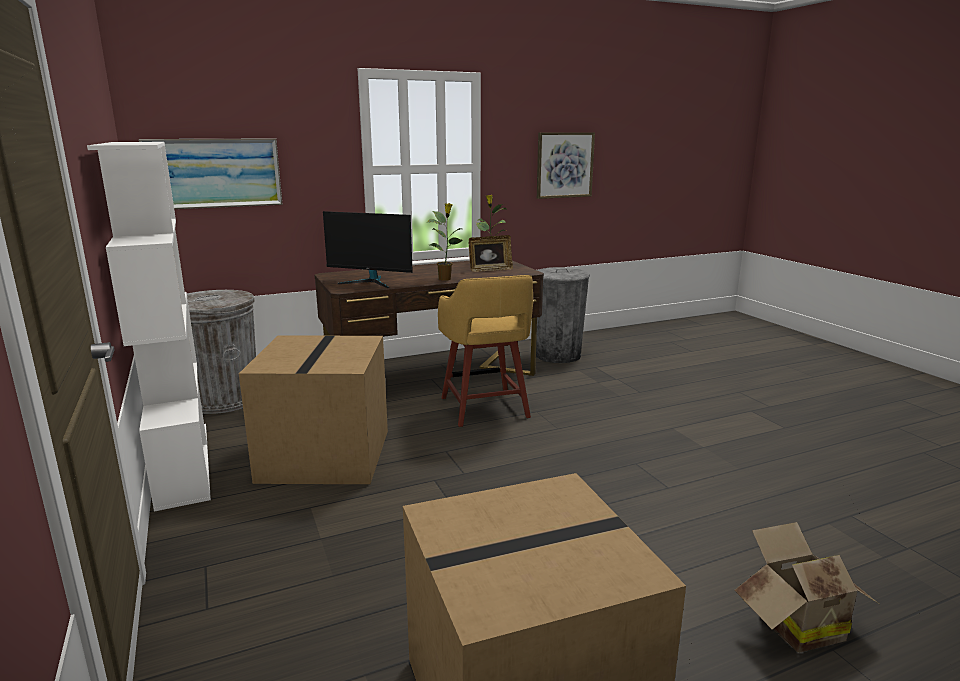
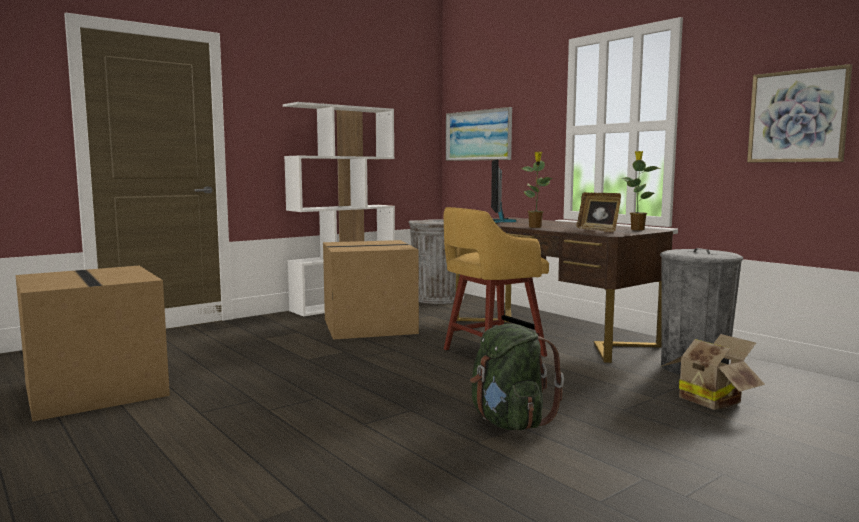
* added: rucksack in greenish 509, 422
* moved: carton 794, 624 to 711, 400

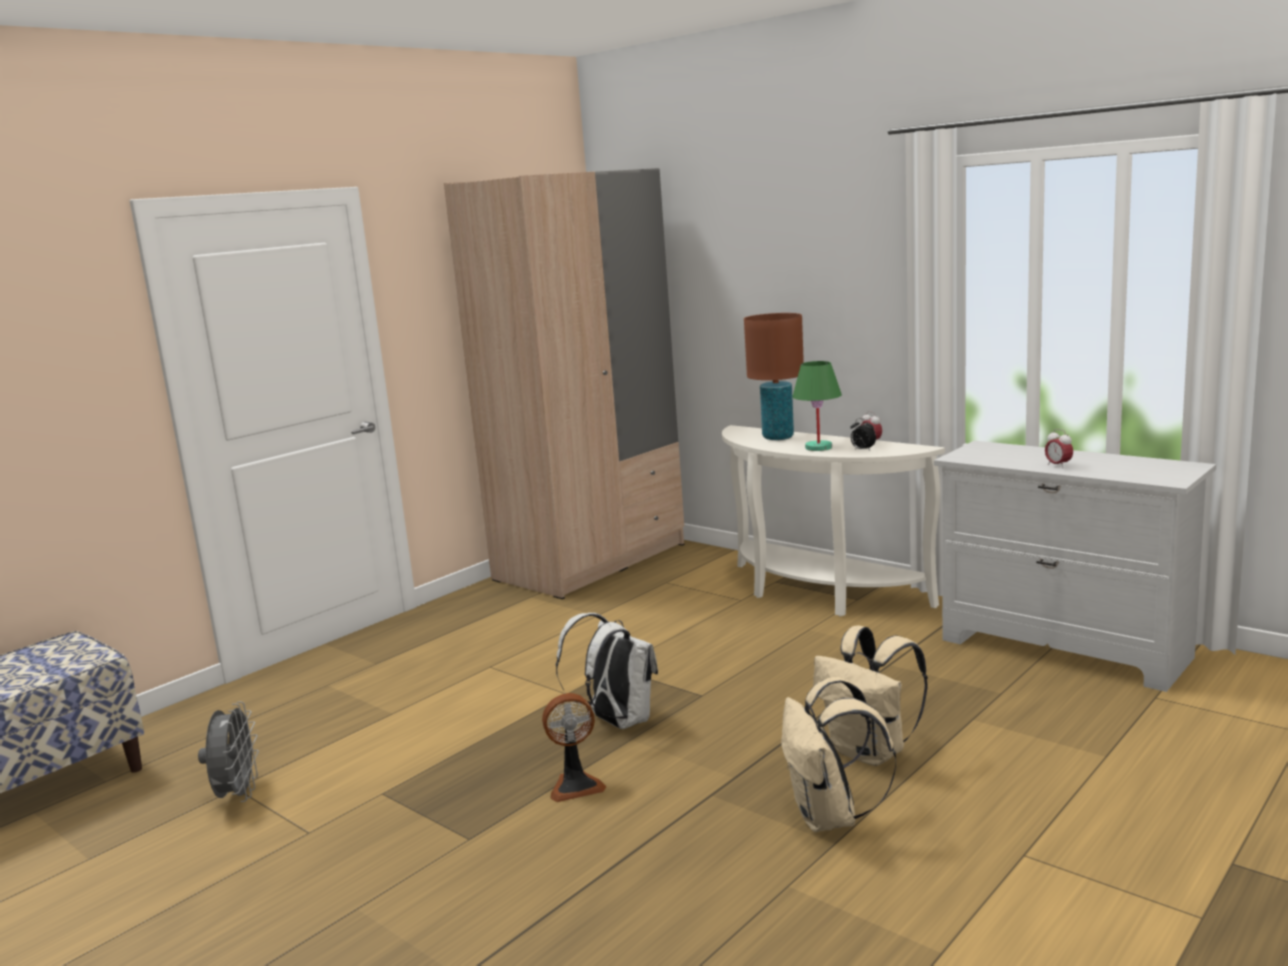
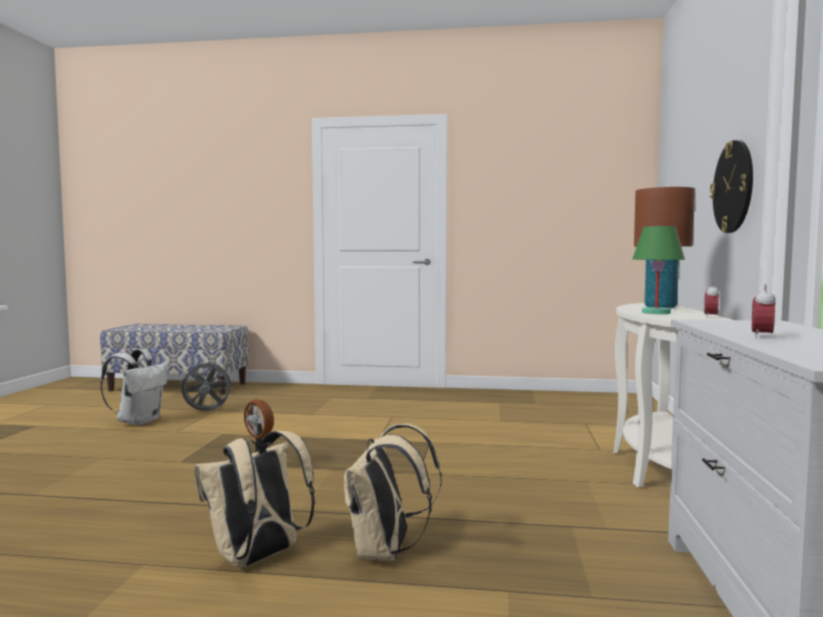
* removed: clothes cupboard in beige 591, 562
* removed: table clock 862, 450
* added: hanging clock 733, 187
* moved: rucksack in white-coloured 616, 721 to 139, 421
* turned: electric fan in gray 237, 795 = 207, 412 150 degrees counterclockwise

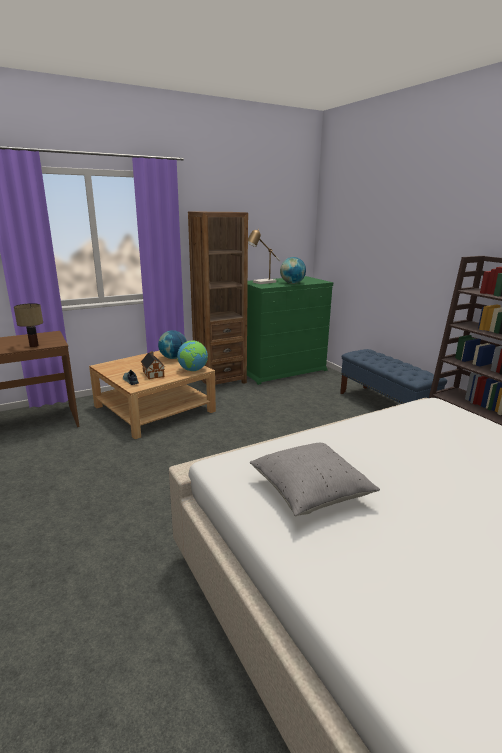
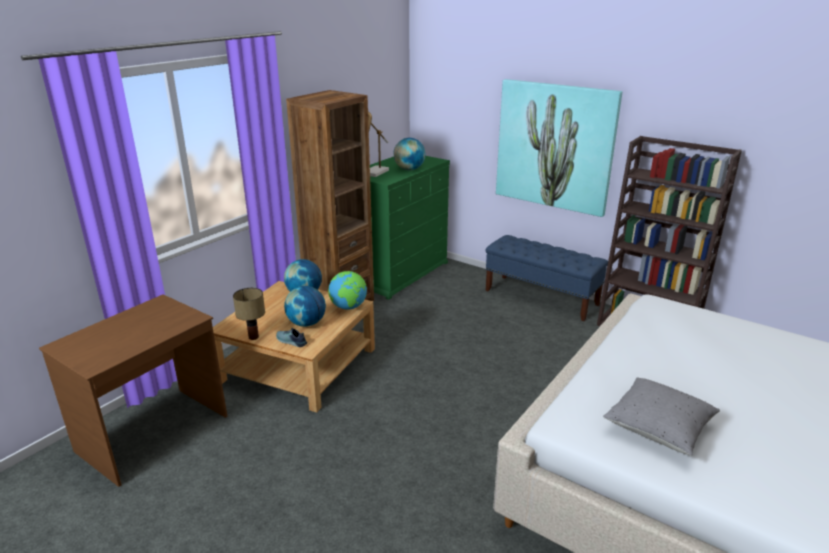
* added: picture 555, 146
* moved: lamp for a table 34, 345 to 253, 337
* replaced: model house 153, 373 to world globe 306, 323

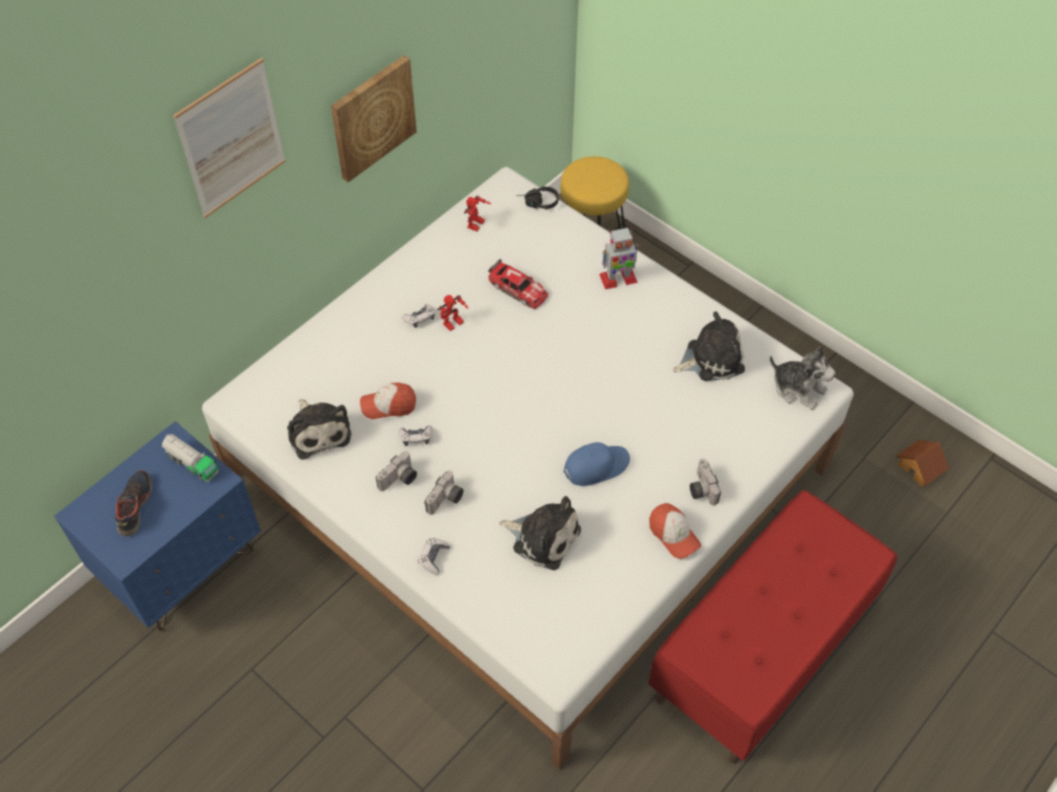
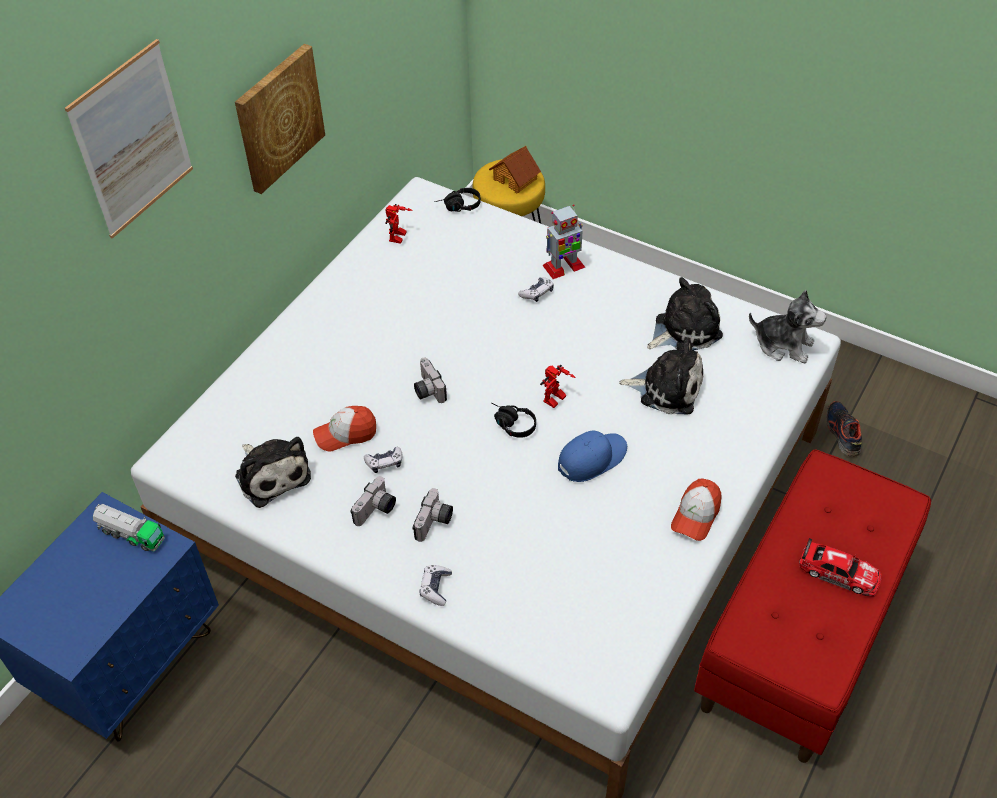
* added: pair of headphones in black-coloured 510, 424
* moved: low shoe 134, 506 to 842, 433
* moved: joypad 419, 318 to 537, 293
* moved: robot figure 453, 325 to 556, 401
* moved: model car 518, 289 to 839, 572
* moved: soft toy 543, 537 to 666, 388
* moved: photo camera 700, 489 to 427, 390
* moved: model house 920, 467 to 515, 178
* turned: cap 673, 534 = 696, 515 75 degrees clockwise

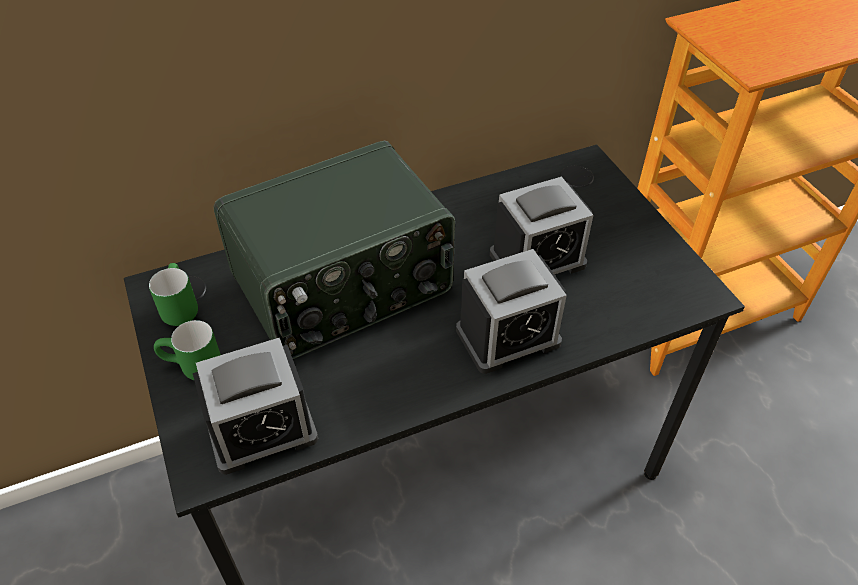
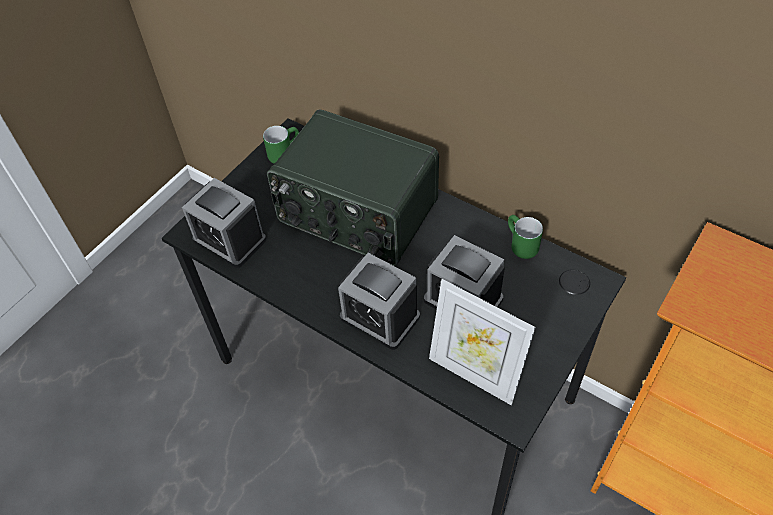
* added: standing frame 474, 373
* moved: mug in greenish 192, 369 to 519, 245

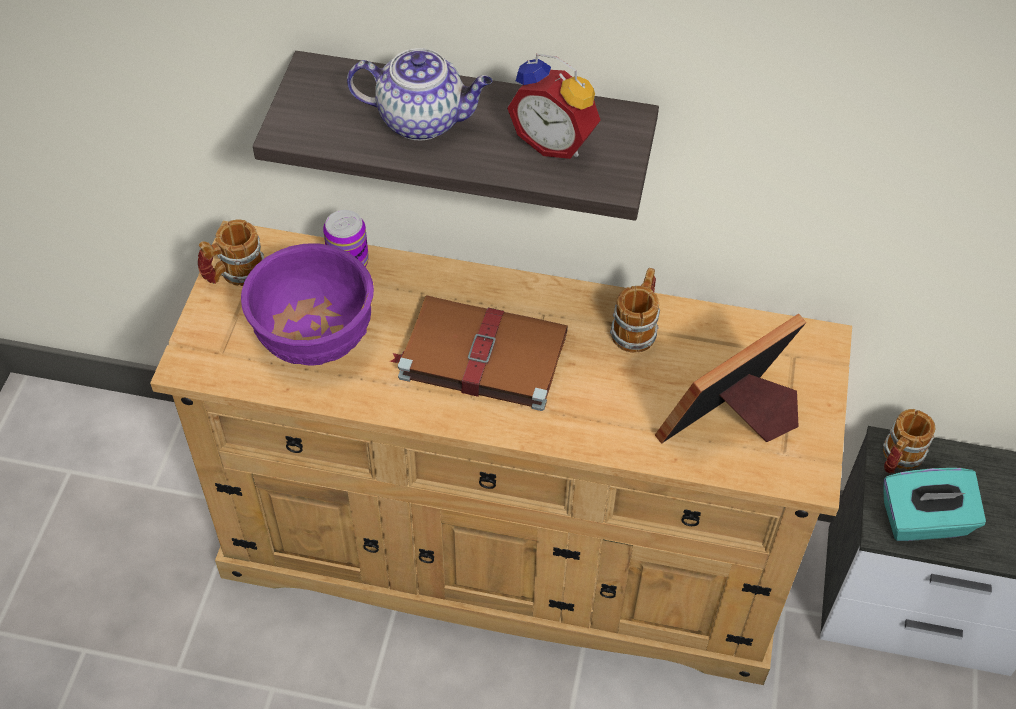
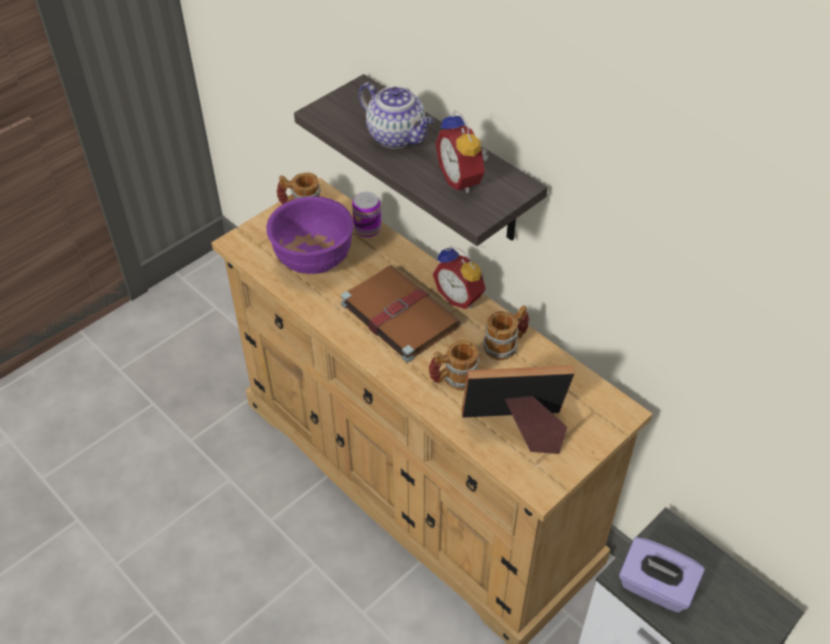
* added: table clock 460, 297
* moved: mug 898, 458 to 453, 379
* recoloured: tissue box in blue-green 924, 521 to tissue box in purplish 655, 587

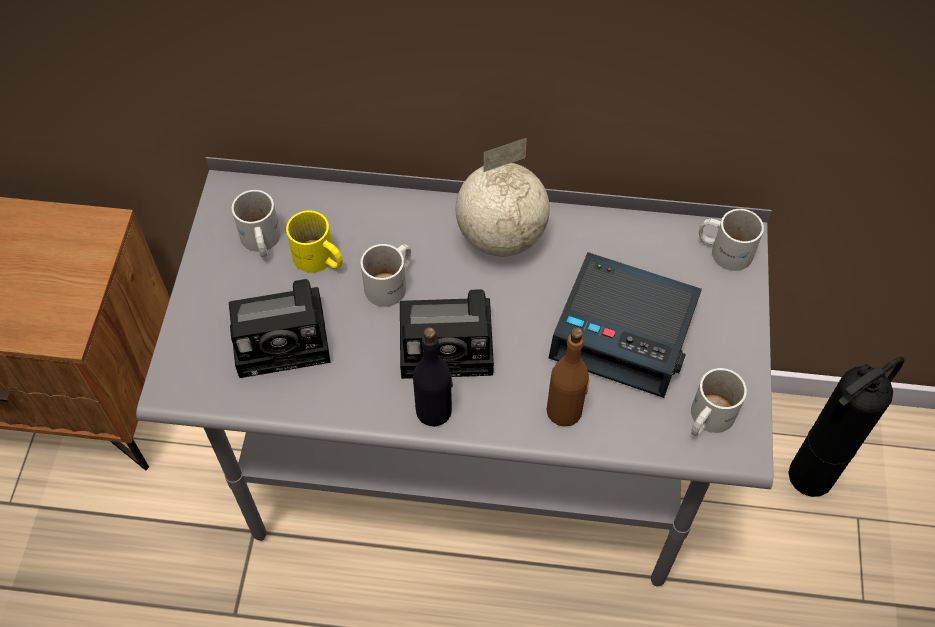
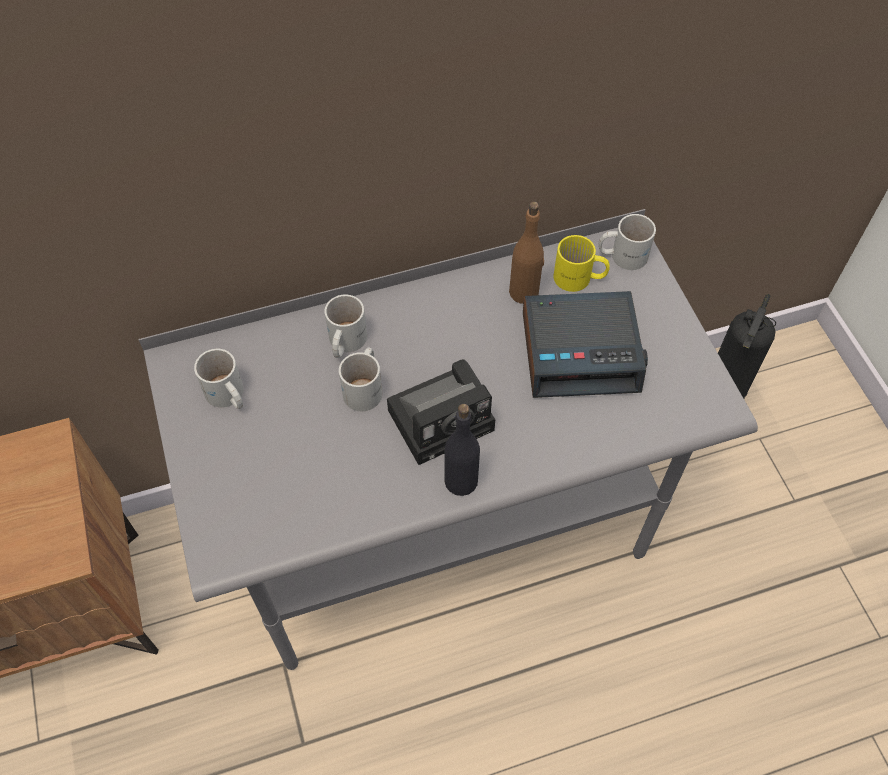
* removed: photo camera 285, 336
* removed: world globe 500, 236
* moved: mug in yellow 318, 260 to 579, 279
* moved: beverage bottle in brownish 565, 411 to 524, 292
* moved: mug in white-coloured 706, 418 to 344, 342

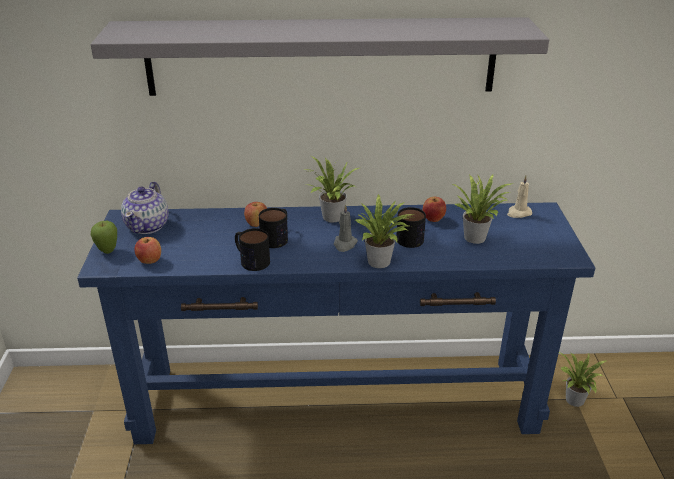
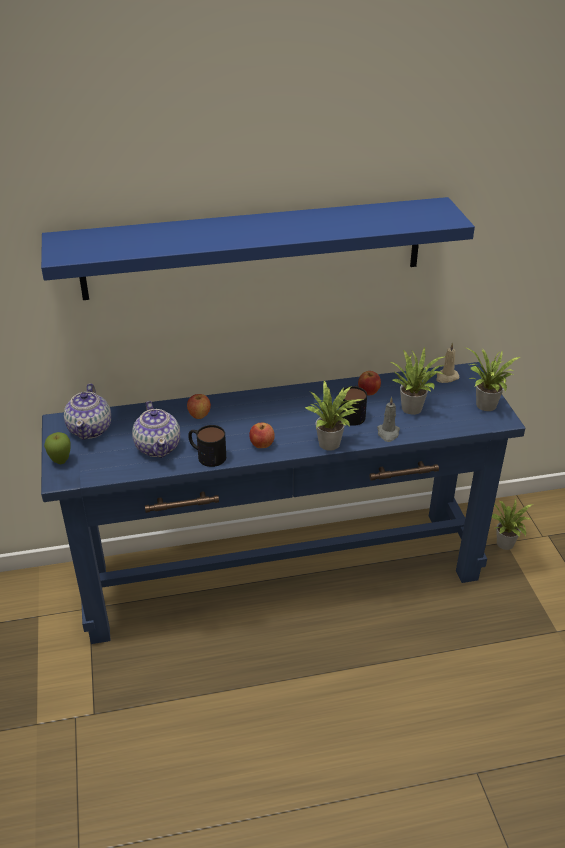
* removed: mug 277, 237
* added: tea pot 158, 447
* moved: apple 149, 261 to 262, 445
* moved: plant in a pot 330, 218 to 485, 406
* moved: candle in gray 344, 244 to 388, 433
* recoloured: wall shelf in gray 321, 56 to wall shelf in blue 253, 248

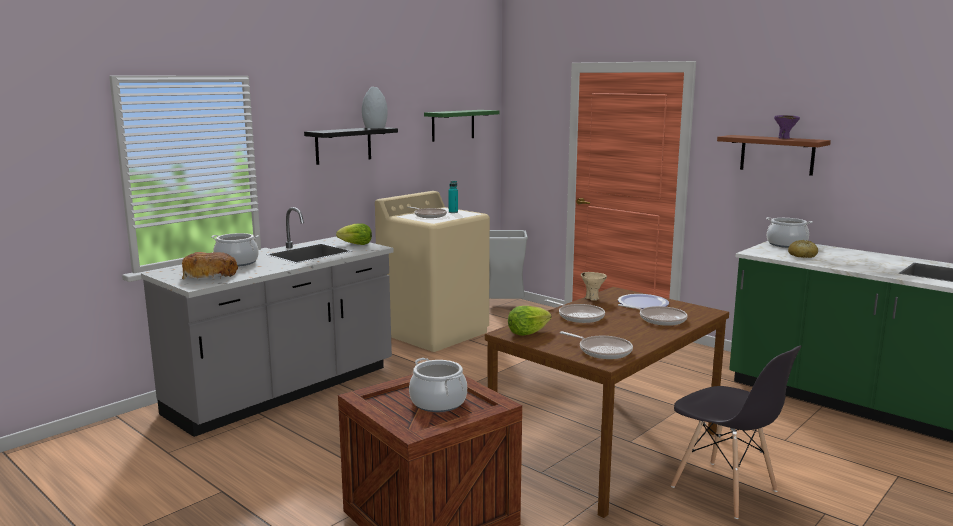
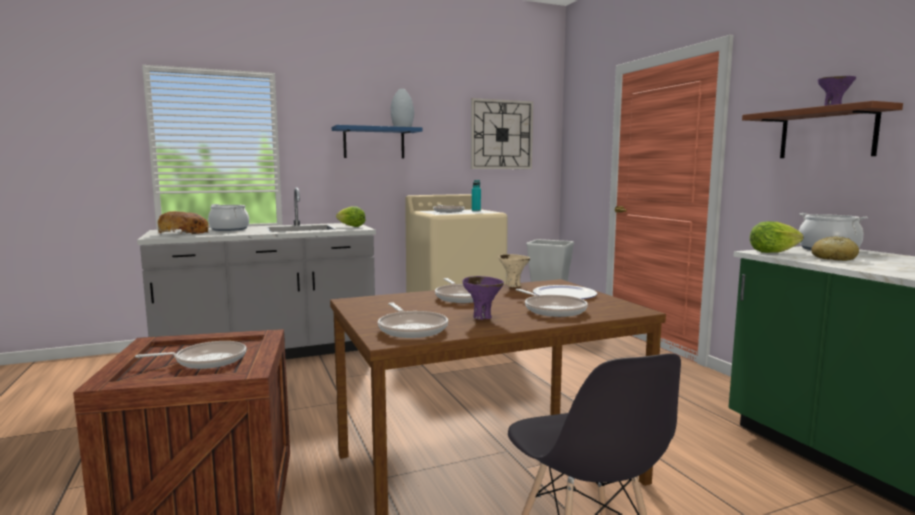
* added: deep dish in purplish 482, 317
* moved: lettuce 527, 333 to 772, 252
* replaced: stockpot 438, 402 to pan 207, 360
* replaced: wall shelf in greenish 453, 125 to hanging clock 501, 134
* recoloured: wall shelf in black-coloured 343, 145 to wall shelf in blue 374, 143

